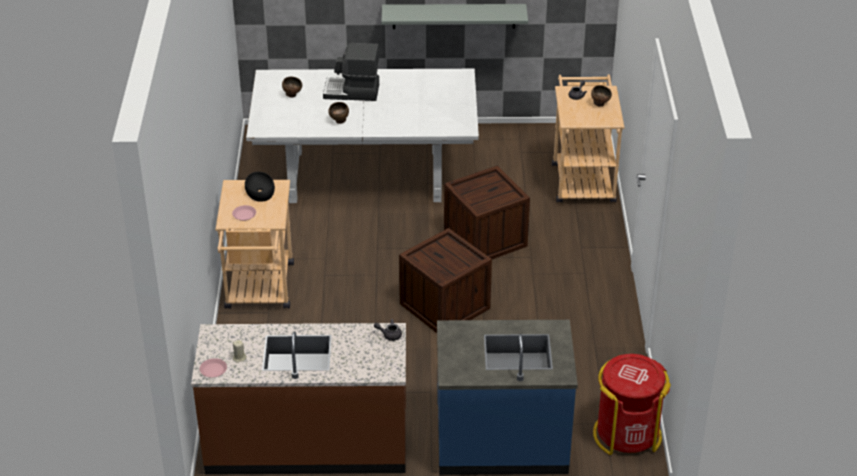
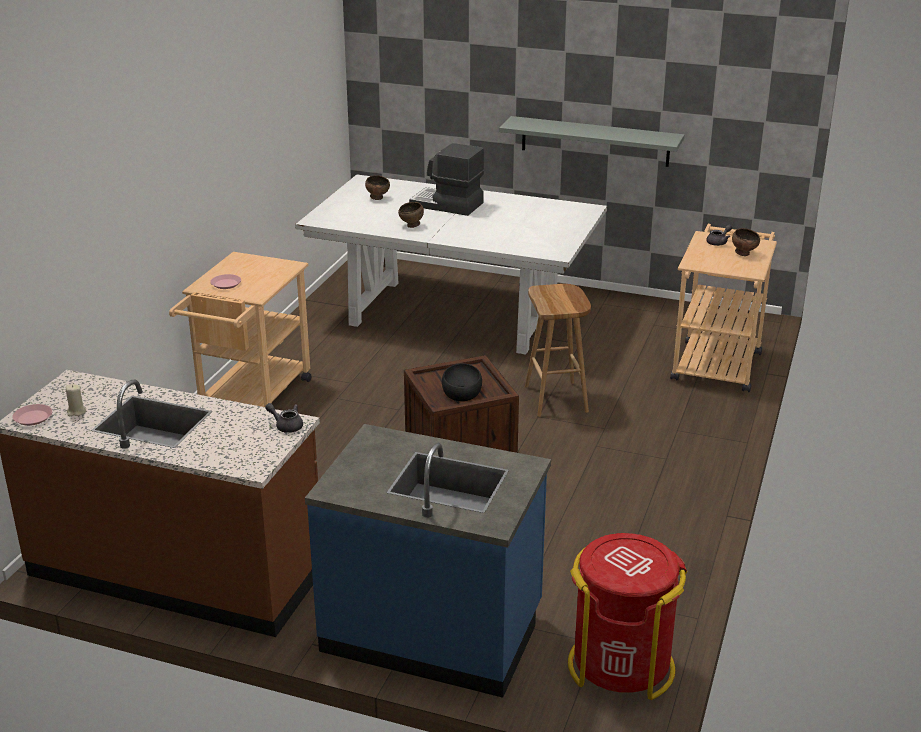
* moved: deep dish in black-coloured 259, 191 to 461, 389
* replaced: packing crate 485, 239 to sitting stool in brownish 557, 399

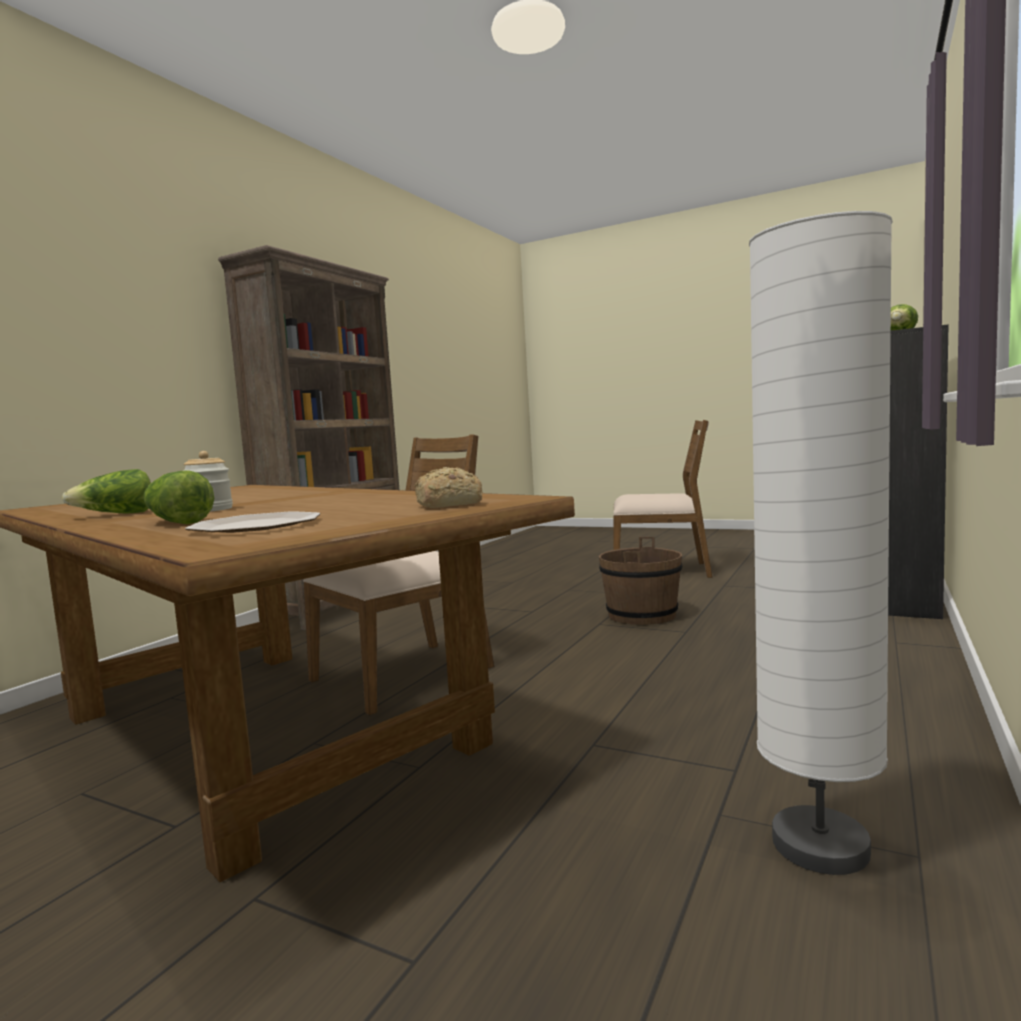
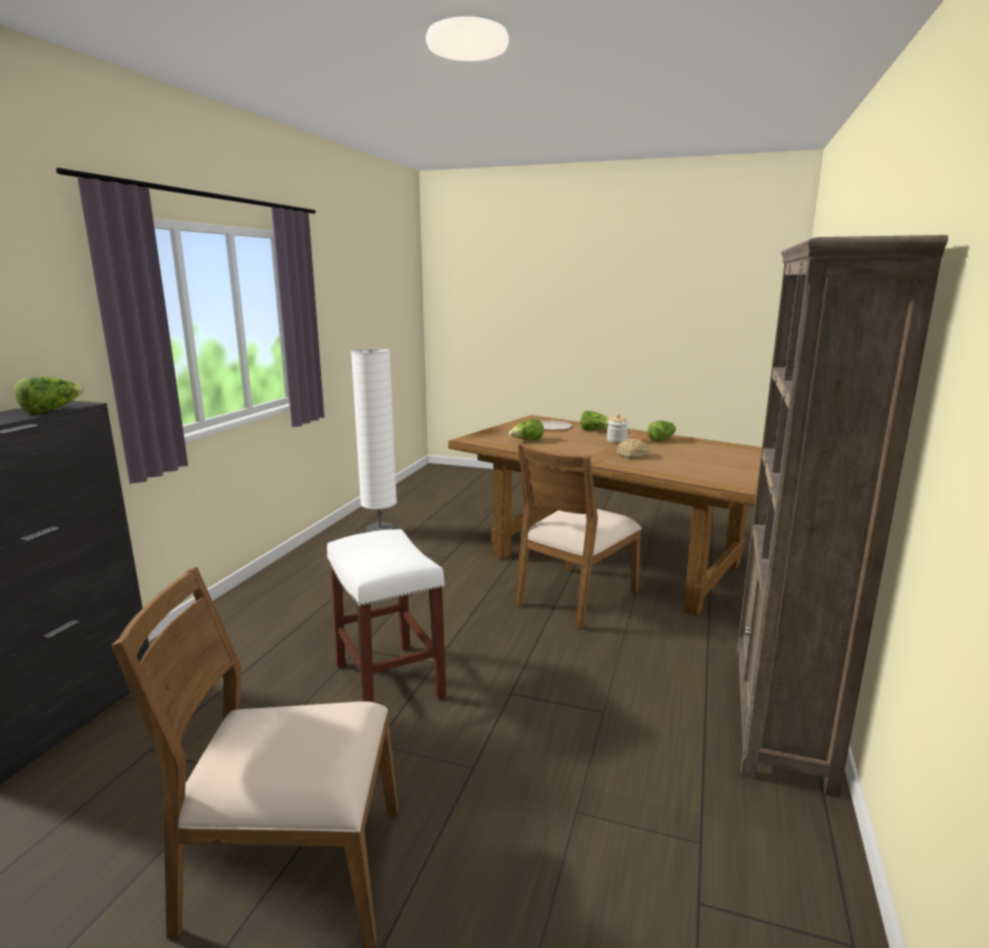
* added: lettuce 527, 440
* moved: bakery bread 447, 505 to 633, 455
* replaced: bucket in brownish 642, 615 to sitting stool in white-coloured 387, 680

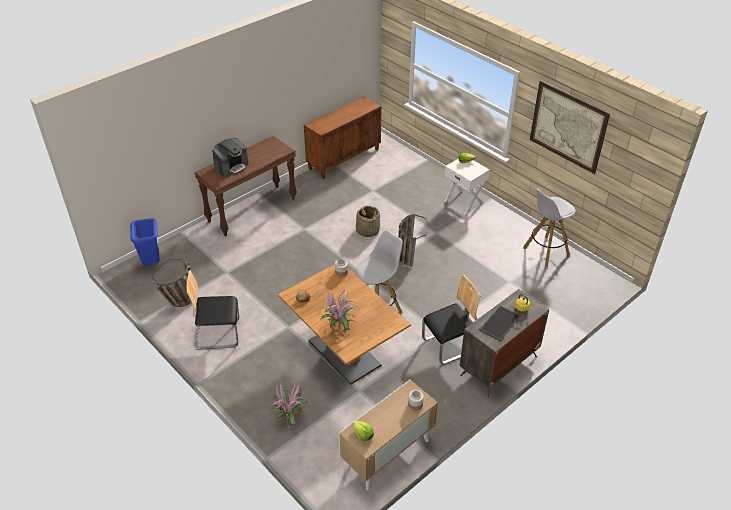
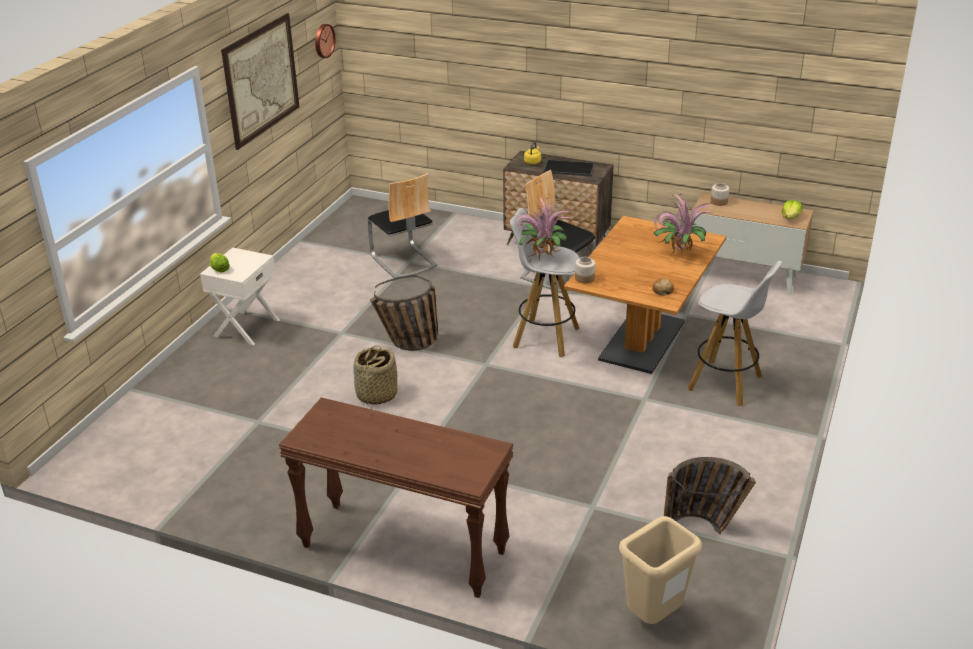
* removed: coffee maker 231, 166
* removed: cupboard in brownish 344, 158
* added: hanging clock 323, 40
* moved: plain chair 218, 334 to 403, 261
* moved: plant in a pot 290, 417 to 541, 257
* moved: sitting stool in white-coloured 545, 252 to 726, 383
* recoloured: waste bin in blue 152, 263 to waste bin in beige 653, 618

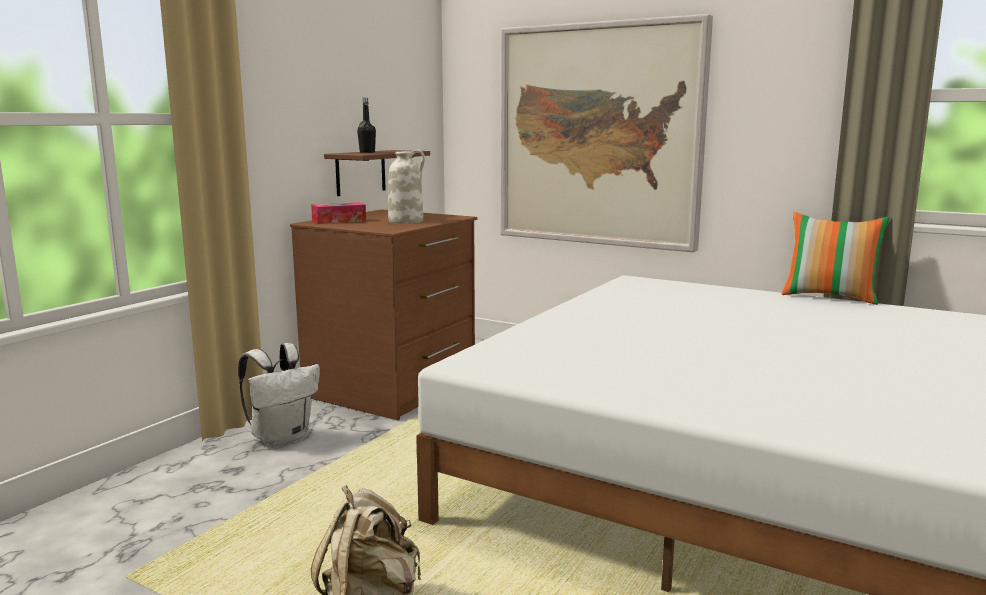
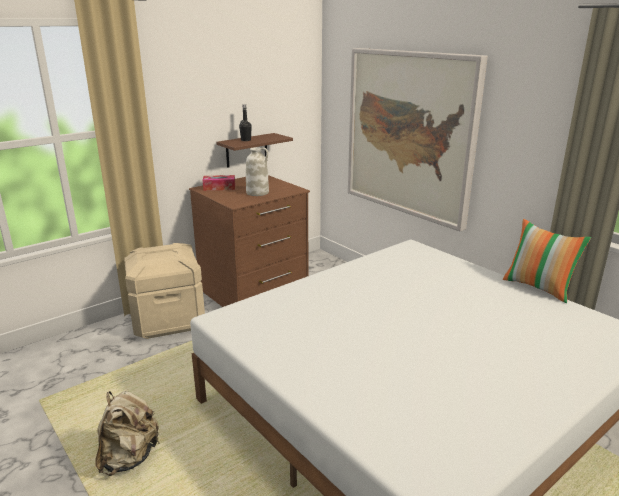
* replaced: rucksack in white-coloured 281, 437 to storage bin in beige 168, 320

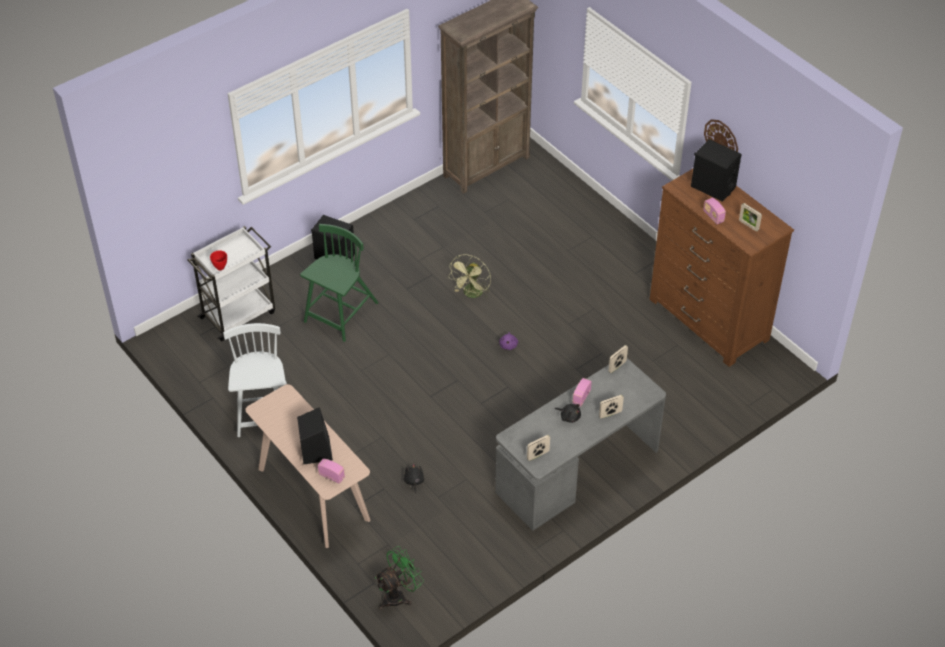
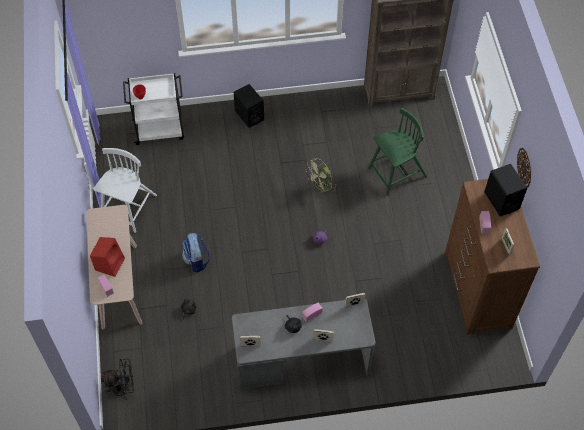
* added: rucksack 197, 260
* moved: plain chair in greenish 340, 314 to 396, 173
* recoloured: speaker in black-coloured 315, 449 to speaker in red 110, 263
* recoloured: electric fan in greenish 398, 595 to electric fan in black-coloured 123, 388

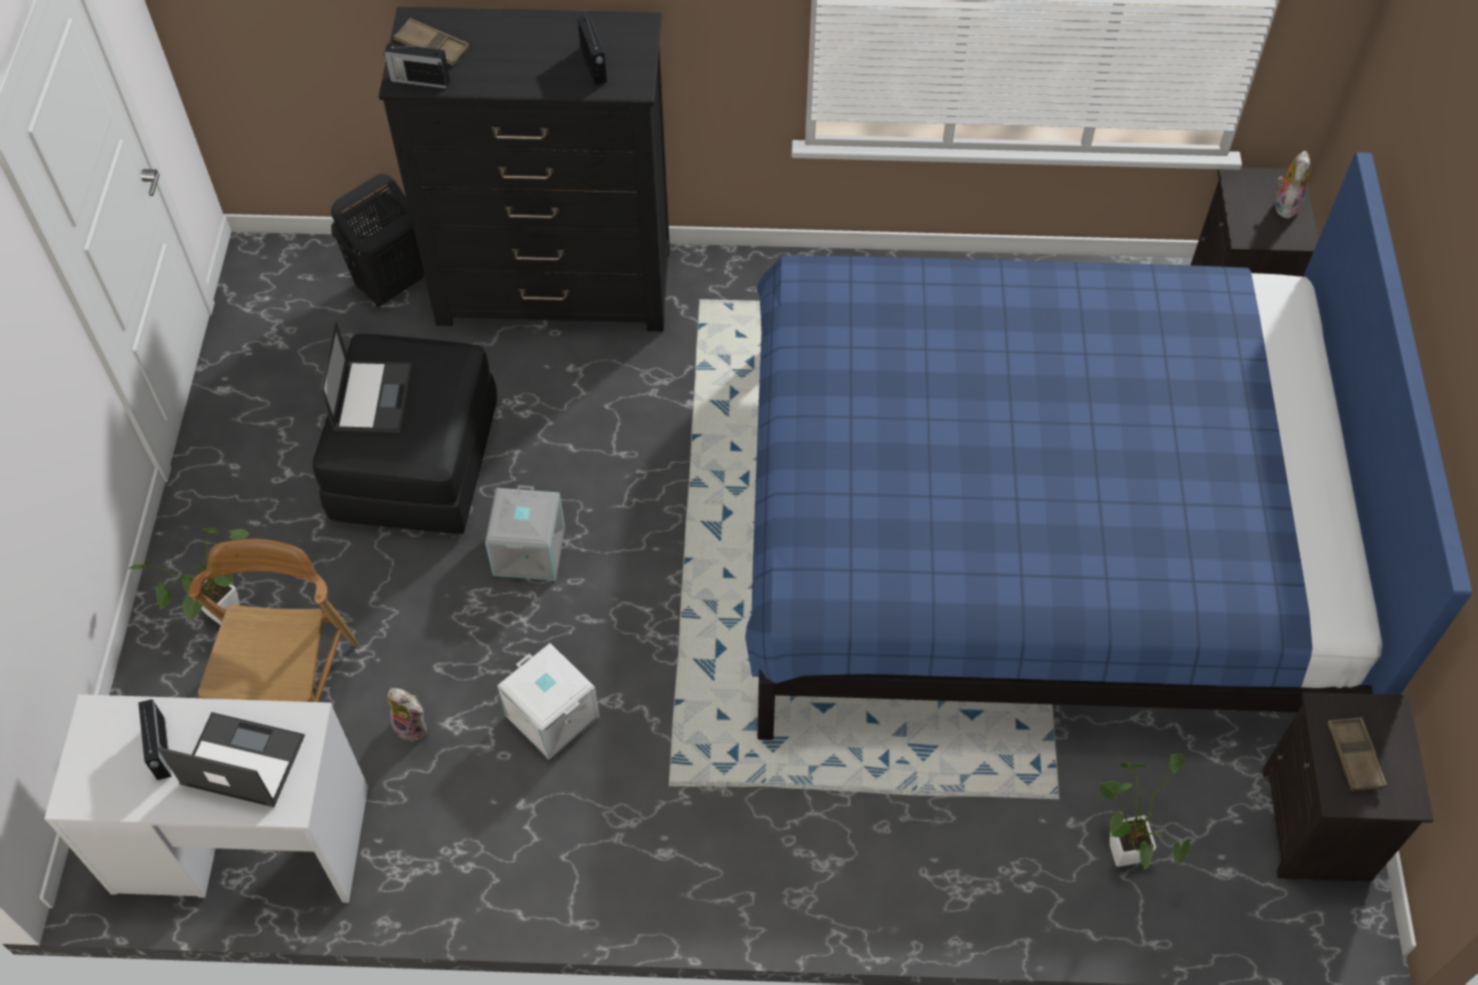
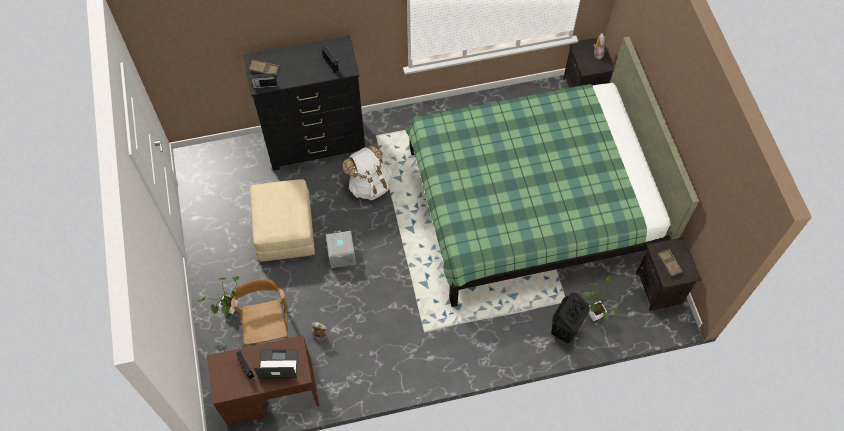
* removed: notebook computer 372, 396
* removed: storage bin in white-coloured 550, 717
* added: rucksack in white-coloured 369, 185
* moved: hamper in black-coloured 390, 286 to 565, 330
* recoloured: desk in white-coloured 241, 840 to desk in brownish 270, 393
* recoloured: ottoman in black-coloured 415, 462 to ottoman in beige 284, 229
* recoloured: bed in blue 1035, 532 to bed in greenish 532, 201

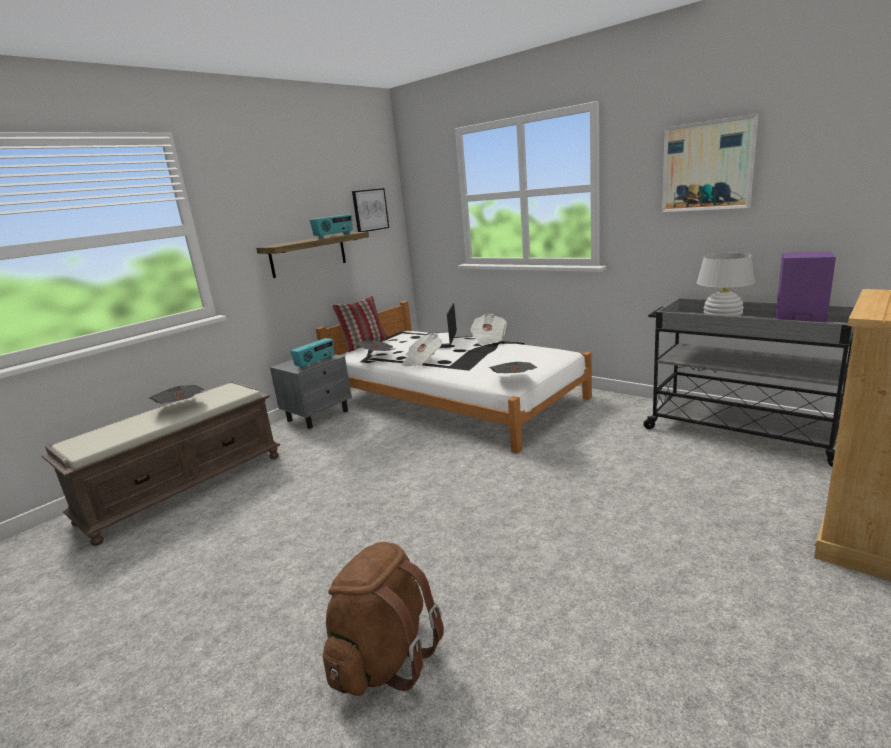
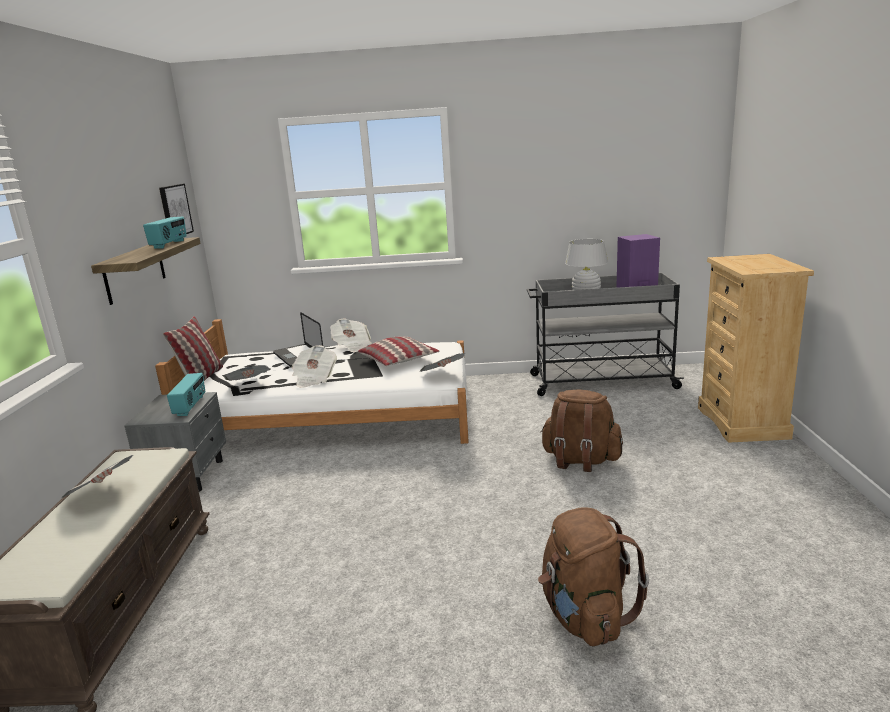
* removed: picture 707, 166
* added: pillow 399, 360
* added: rucksack in brownish 580, 460

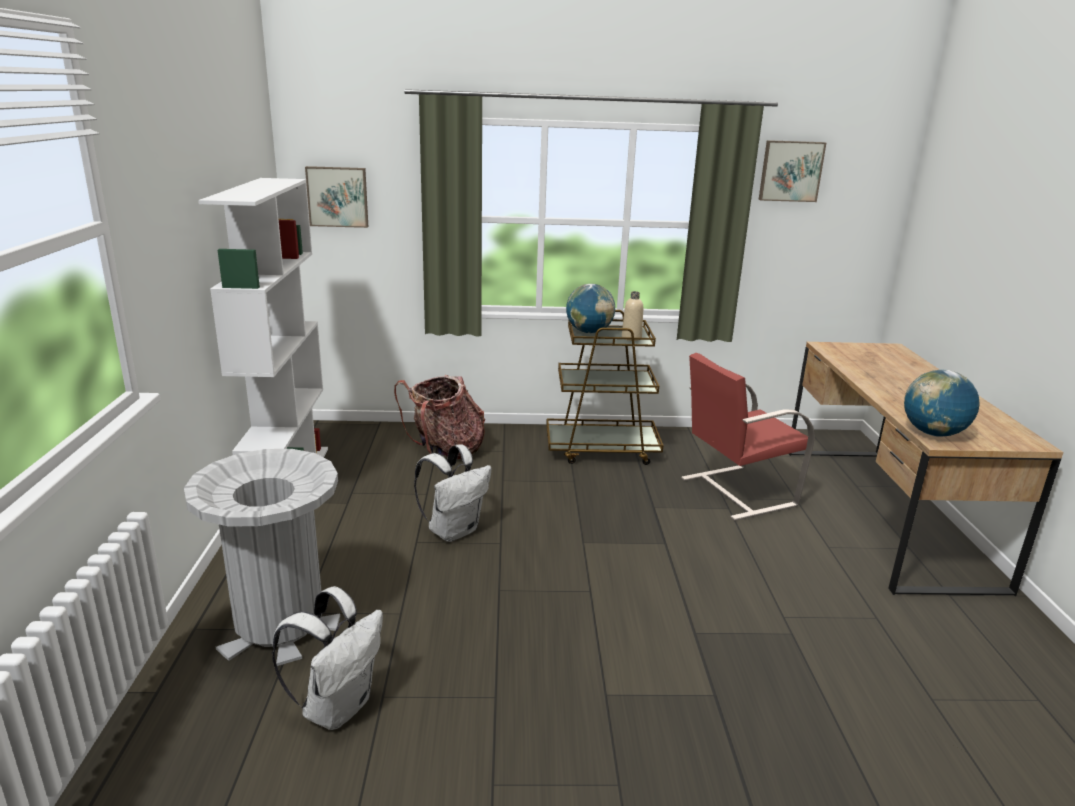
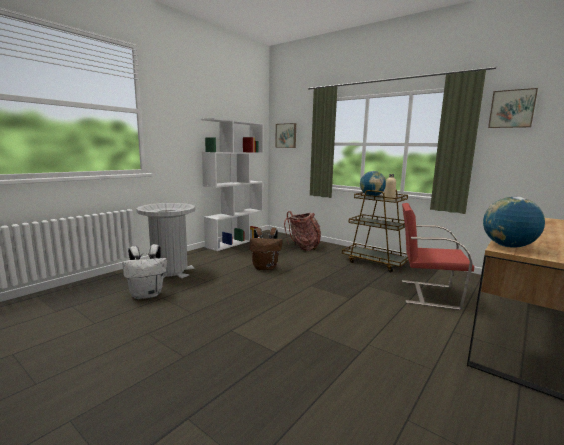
* recoloured: rucksack in white-coloured 454, 530 to rucksack in brownish 265, 267

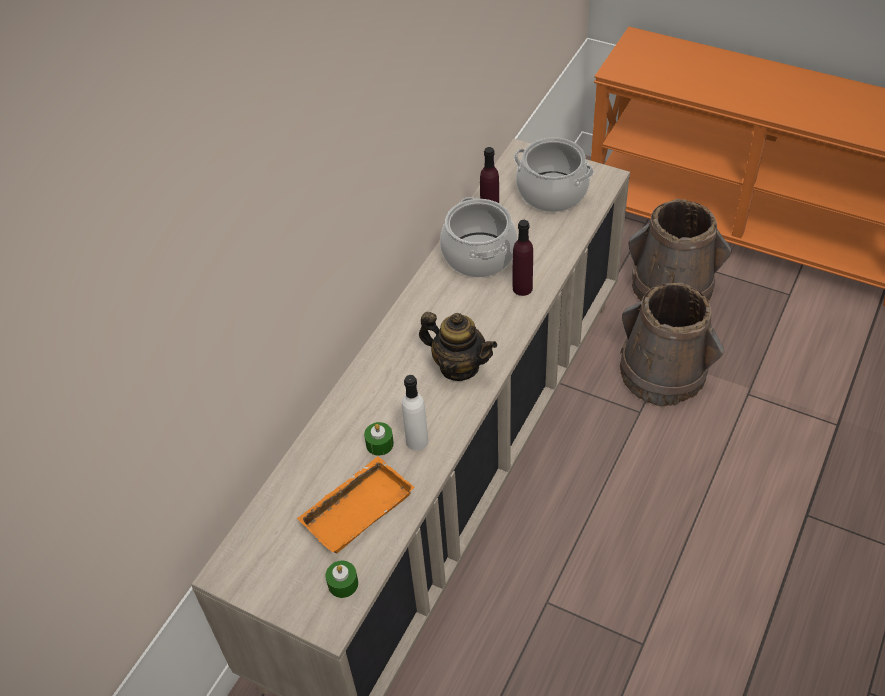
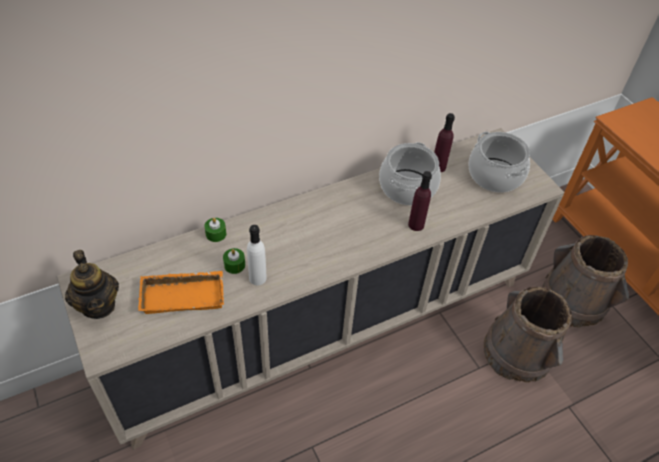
* moved: candle in greenish 343, 584 to 216, 234
* moved: tea pot 459, 366 to 98, 305

